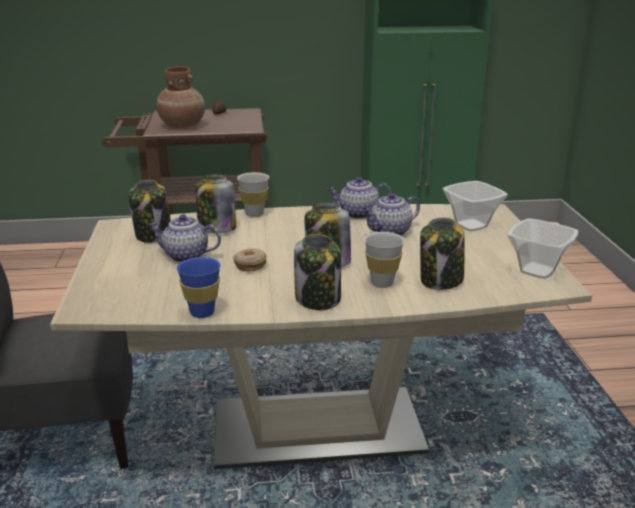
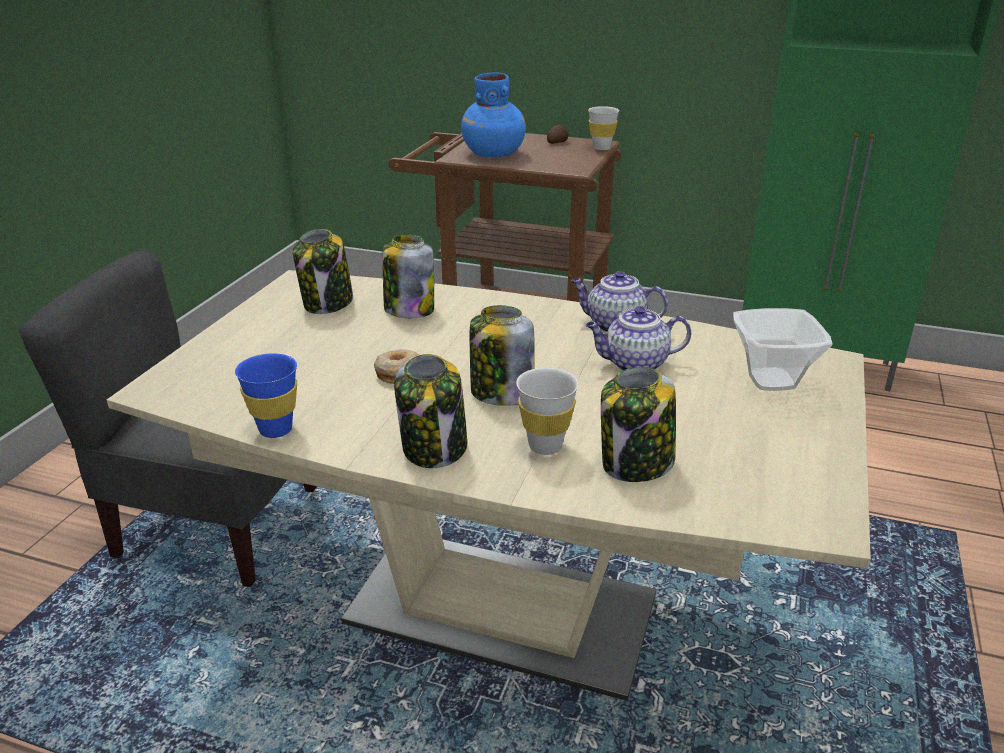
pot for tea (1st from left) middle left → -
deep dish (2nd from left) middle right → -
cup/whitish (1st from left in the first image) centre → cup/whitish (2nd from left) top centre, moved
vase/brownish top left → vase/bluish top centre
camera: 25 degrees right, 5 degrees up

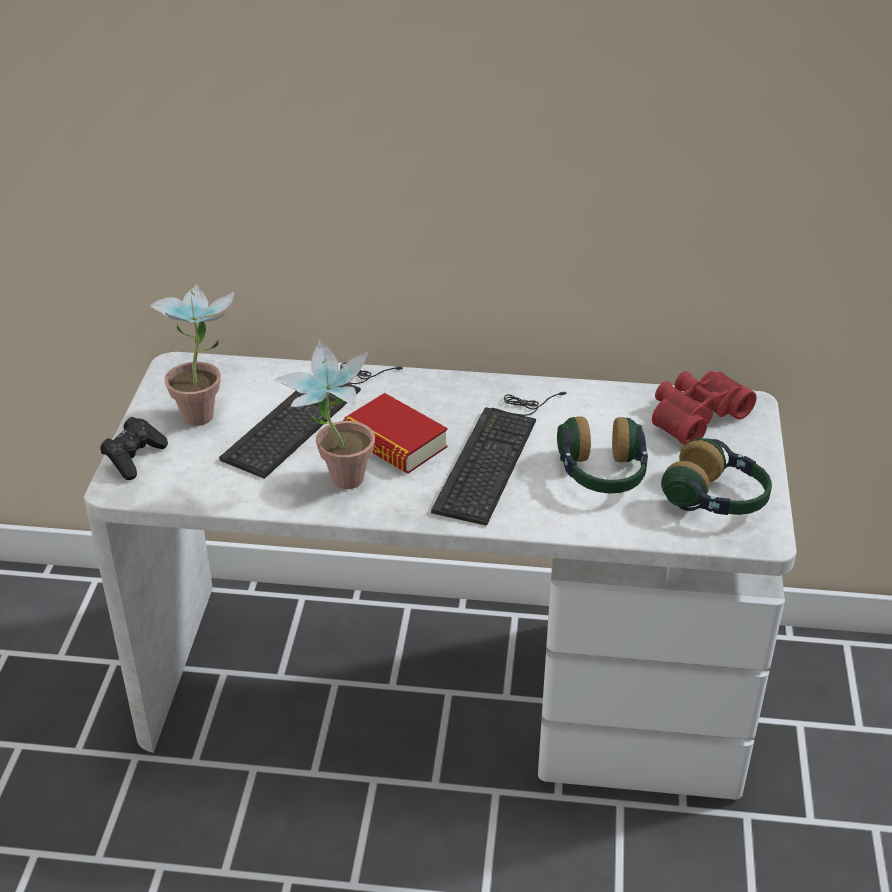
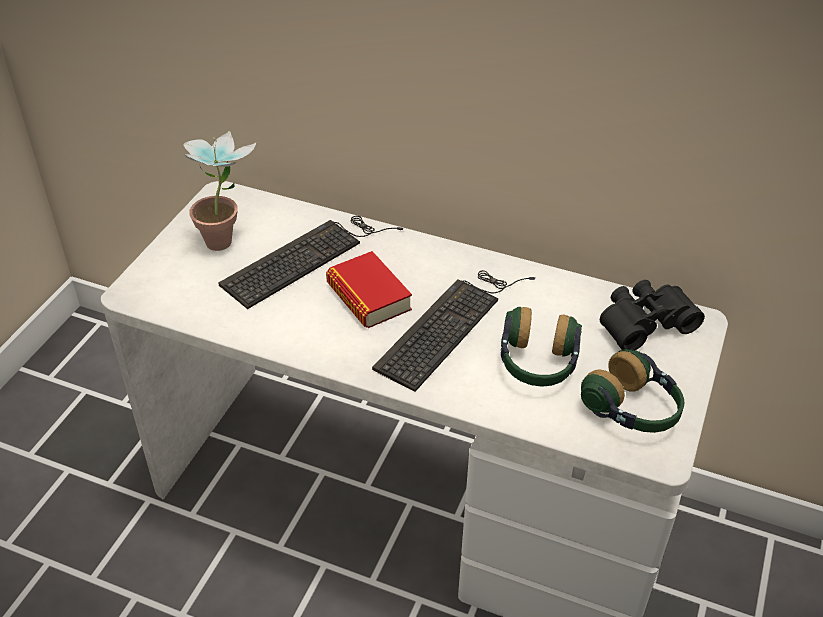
game controller/black middle left → -
plant in a pot (2nd from left) centre → -
field glasses/red middle right → field glasses/black middle right
camera: 15 degrees right, 5 degrees up

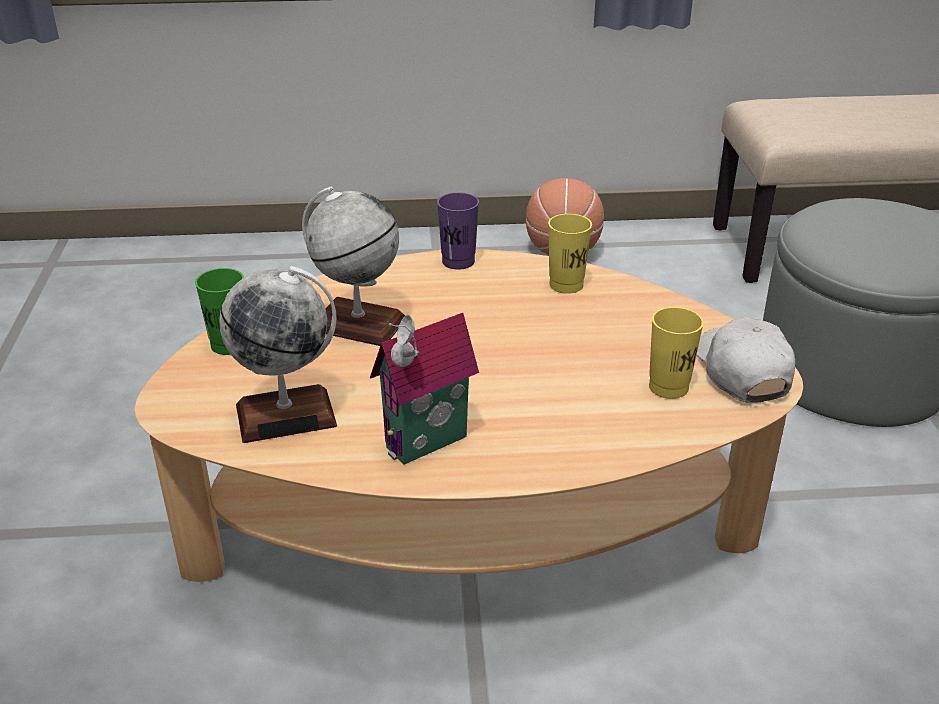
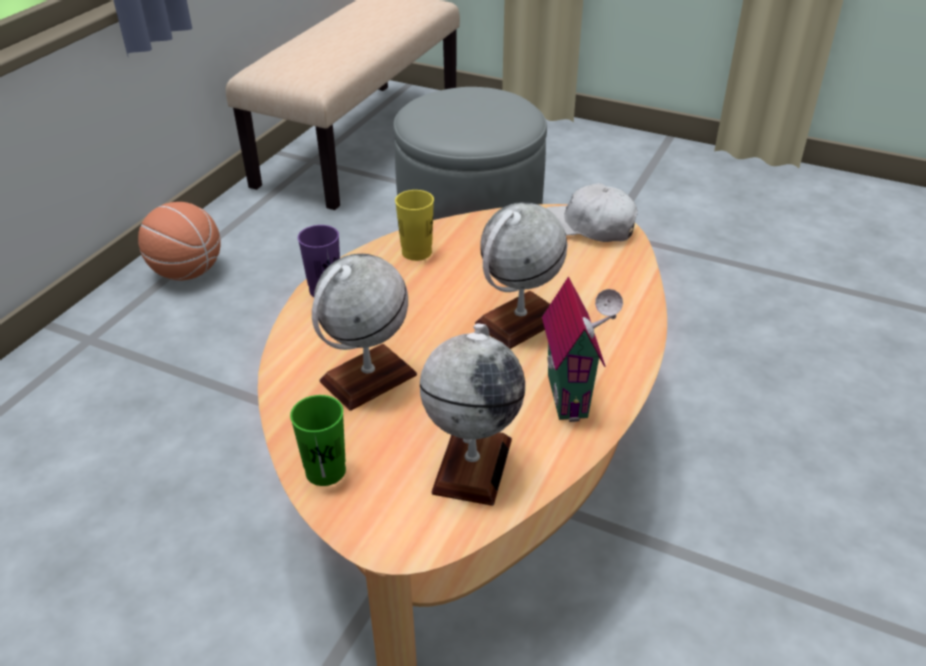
cup/yellow (2nd from left) middle right → -
- → globe (3rd from left) centre
camera: 60 degrees left, 5 degrees up

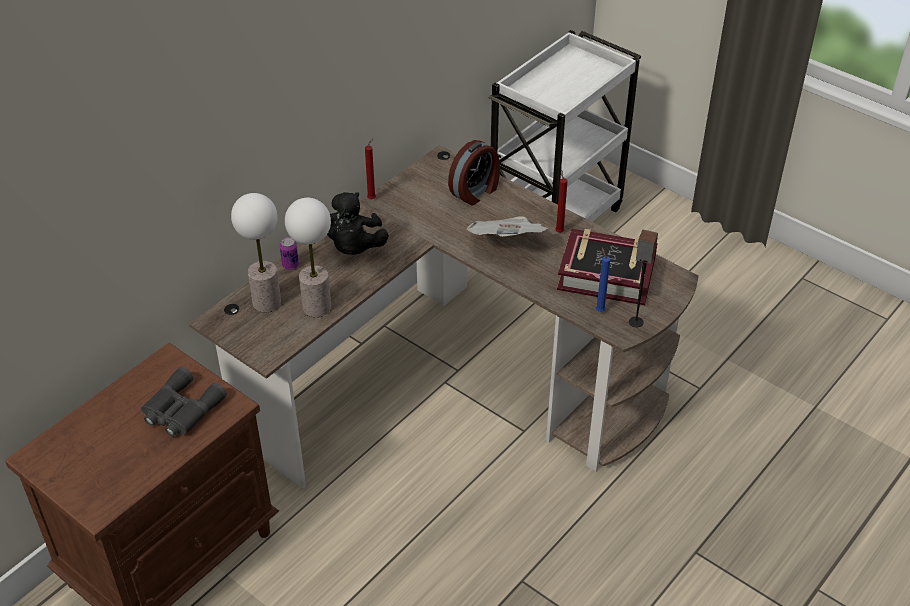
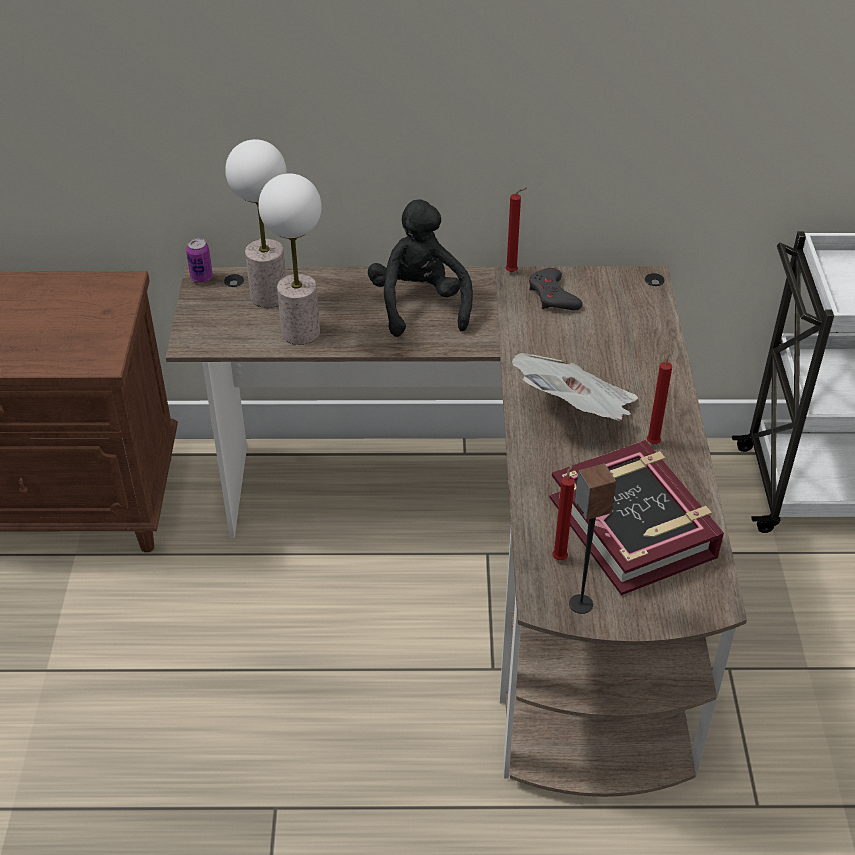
field glasses/grey middle left → -
alarm clock top centre → -
- → game controller/grey centre
sealed can middle left → sealed can top left, moved
candle/bluish centre → candle/red (2nd from left) centre
soft toy/black centre → soft toy/black top centre, 120 degrees clockwise
camera: 50 degrees right, 0 degrees up

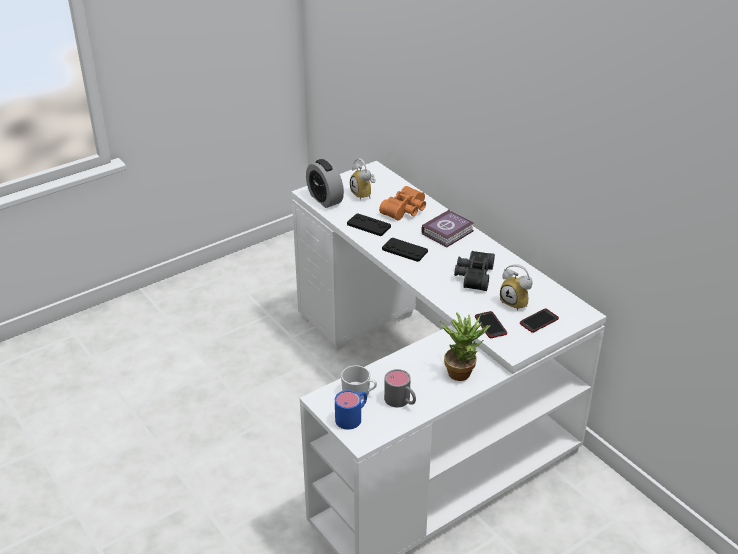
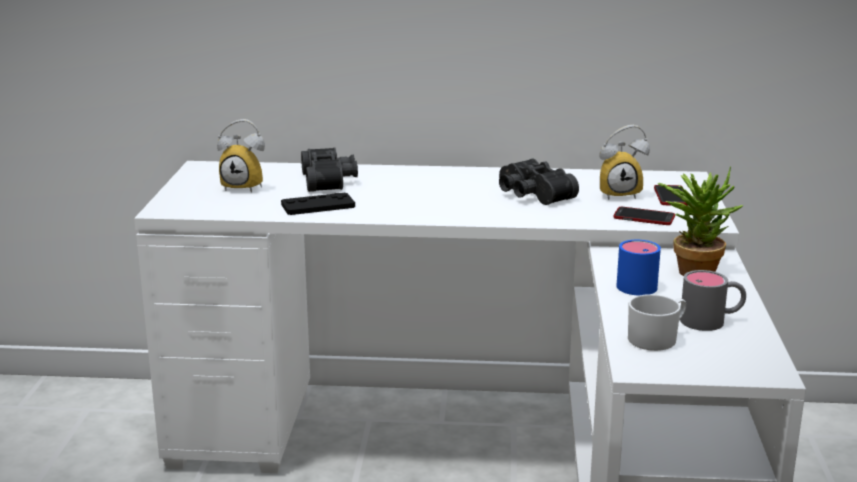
alarm clock (1st from left) top centre → -
game controller/black (2nd from left) centre → -
bound book centre → -
tea mug/bluish bottom centre → tea mug/bluish middle right, moved
field glasses/orangey centre → field glasses/black (1st from left) centre
camera: 50 degrees left, 15 degrees down

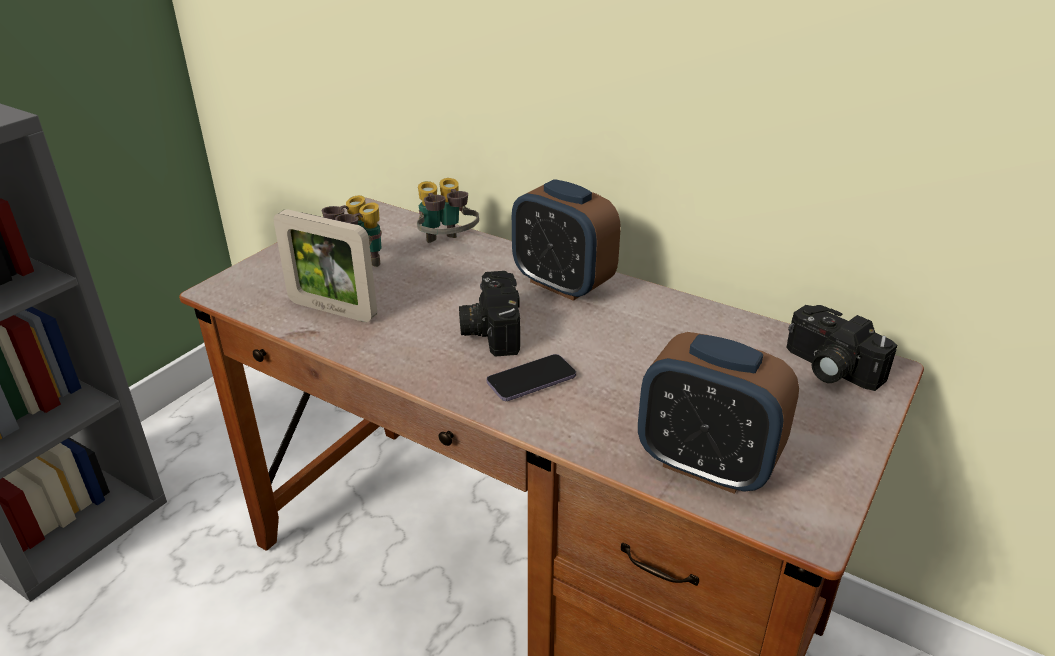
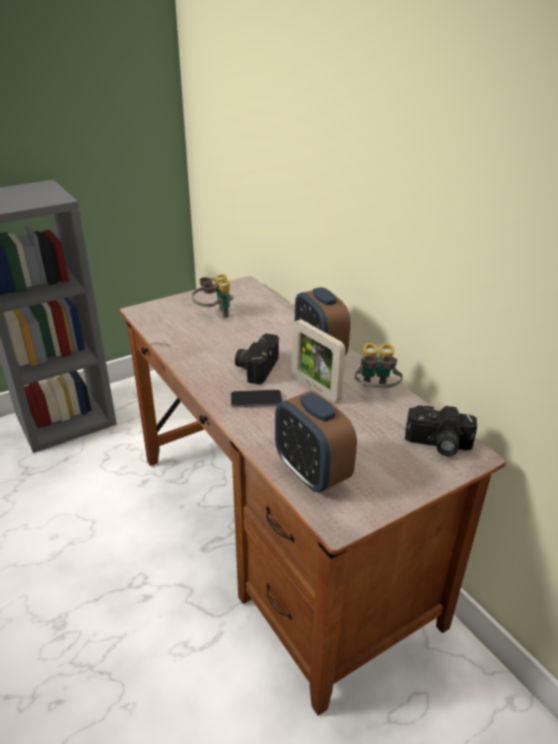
picture frame middle left → picture frame centre, moved
field glasses (2nd from left) top centre → field glasses (2nd from left) middle right, moved
photo camera (2nd from left) middle right, 60 degrees counterclockwise
camera: 25 degrees right, 0 degrees up

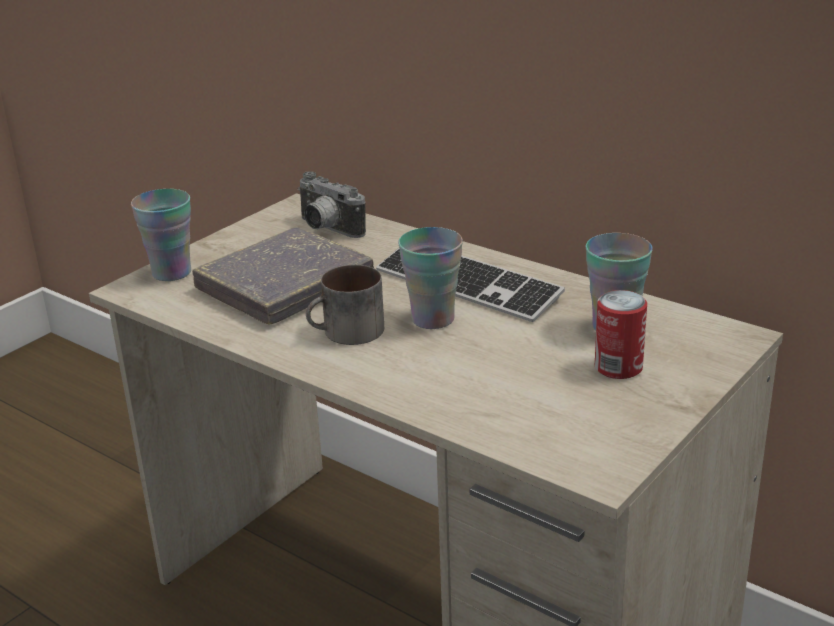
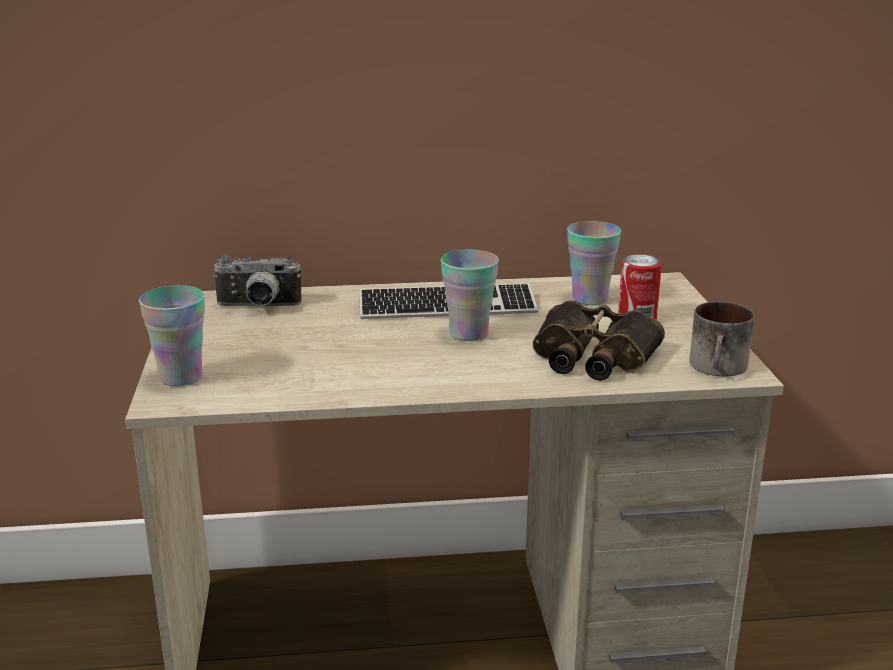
bound book/grey centre → -
- → field glasses middle right
tea mug centre → tea mug middle right, moved
camera: 45 degrees left, 5 degrees down

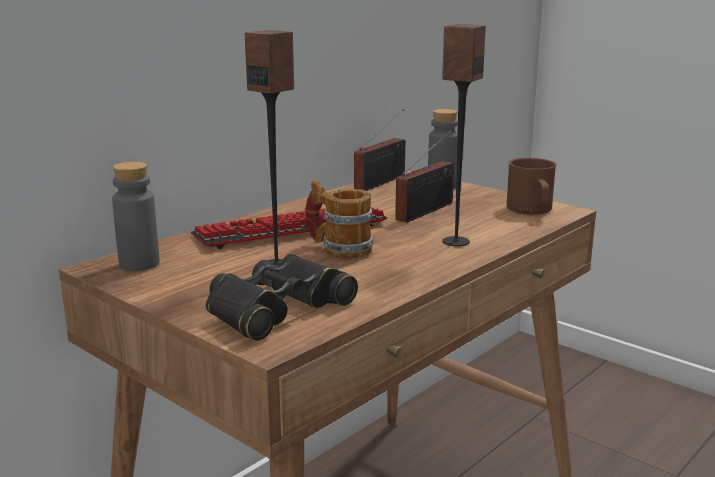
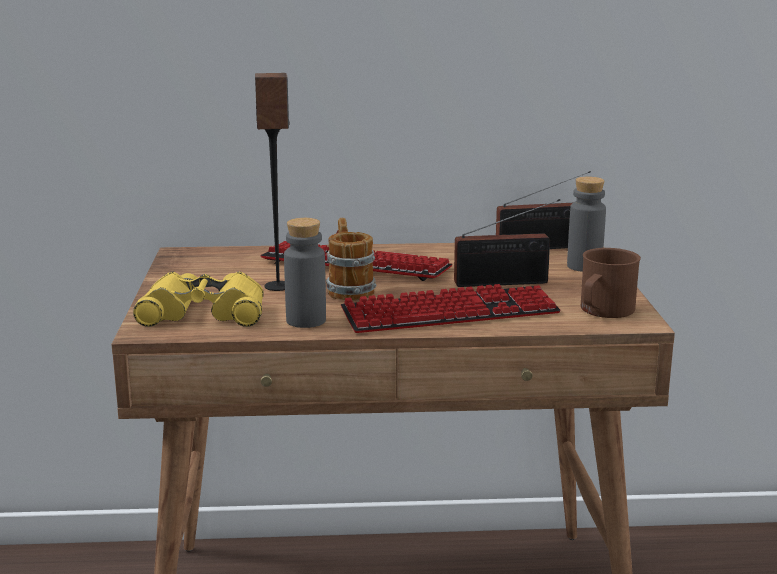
drink bottle/grey (1st from left) middle left → drink bottle/grey (1st from left) centre, moved
speaker (2nd from left) top centre → PC keyboard (2nd from left) centre
field glasses/black centre → field glasses/yellow middle left
camera: 45 degrees right, 0 degrees up

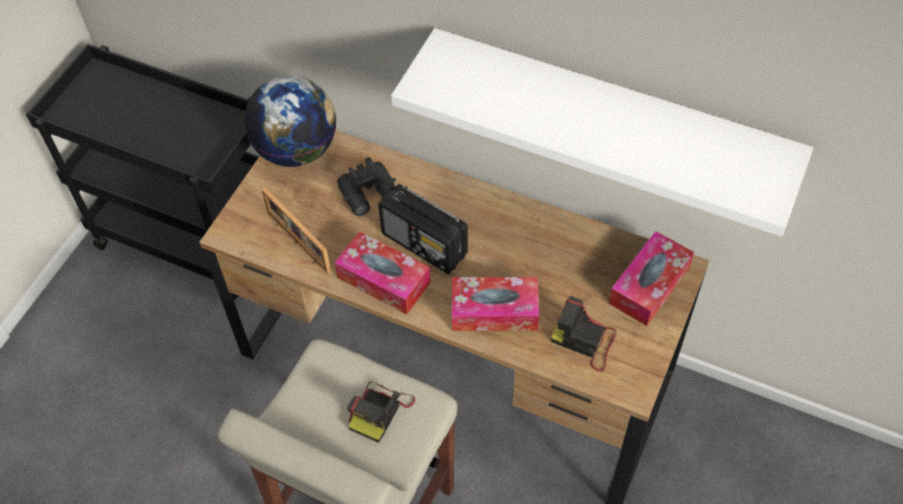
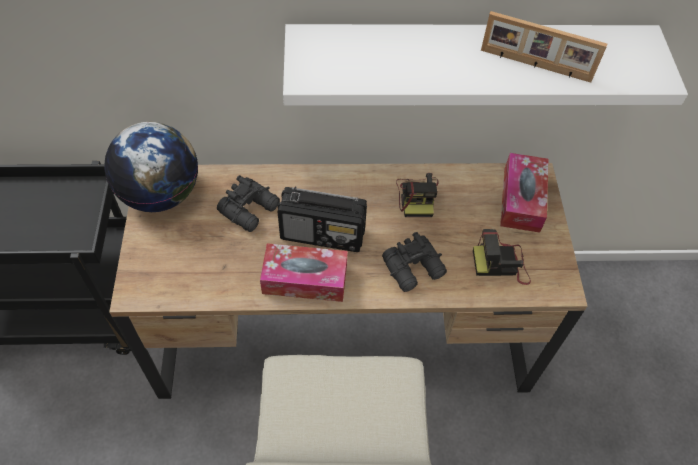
picture frame middle left → picture frame top right, moved
photo camera (1st from left) bottom centre → photo camera (1st from left) centre, moved
box of tissues (2nd from left) centre → field glasses/black (2nd from left) centre
camera: 30 degrees left, 0 degrees up

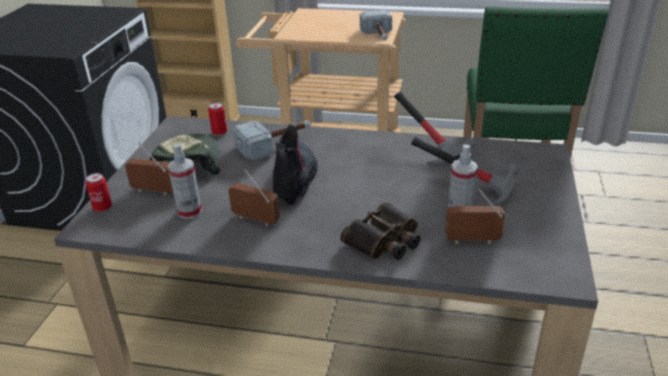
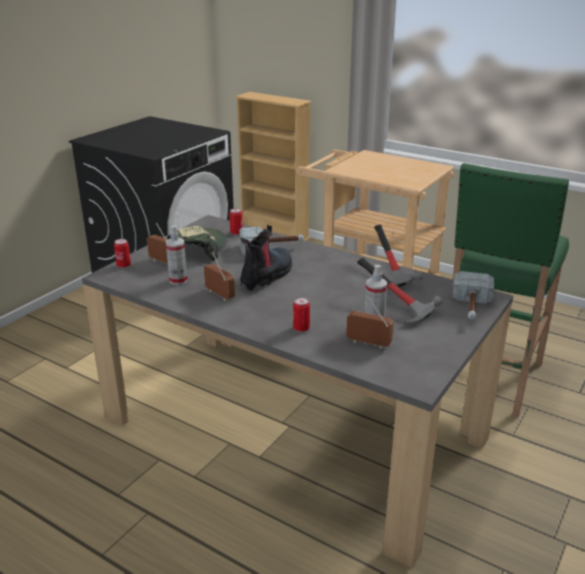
tool hammer (2nd from left in the first image) top centre → tool hammer (4th from left) middle right, moved
field glasses centre → sealed can (3rd from left) centre
camera: 20 degrees right, 5 degrees down

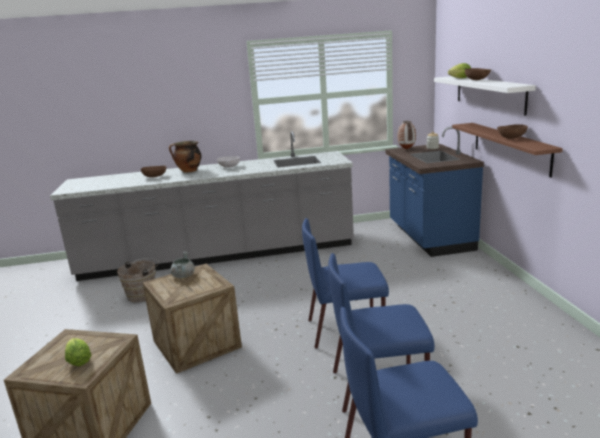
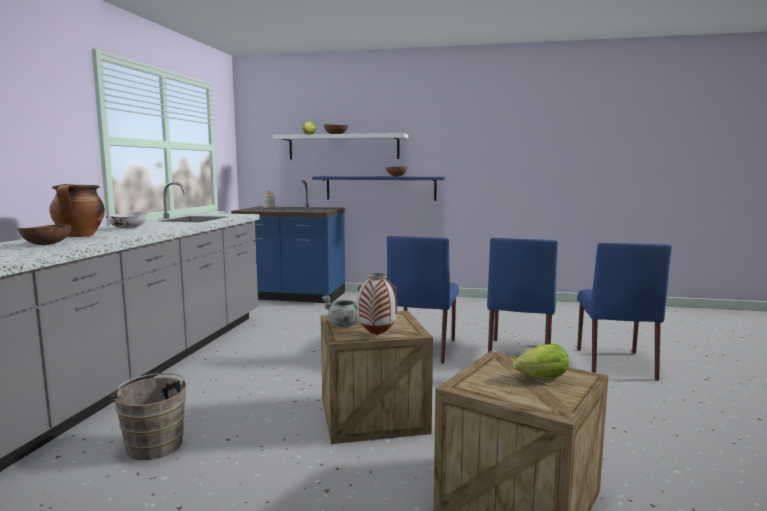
vase top right → vase centre, moved
shelf/brownish middle right → shelf/bluish centre
camera: 70 degrees left, 10 degrees down

